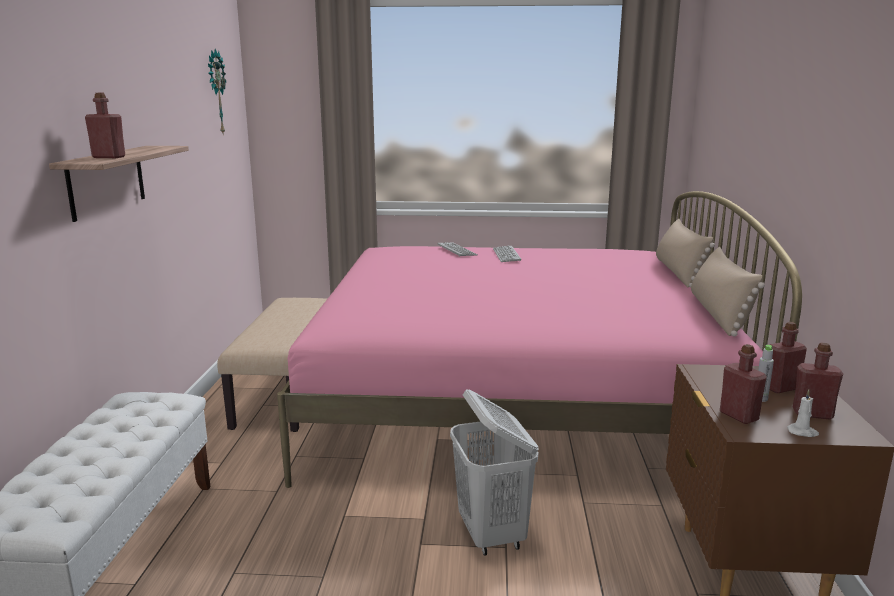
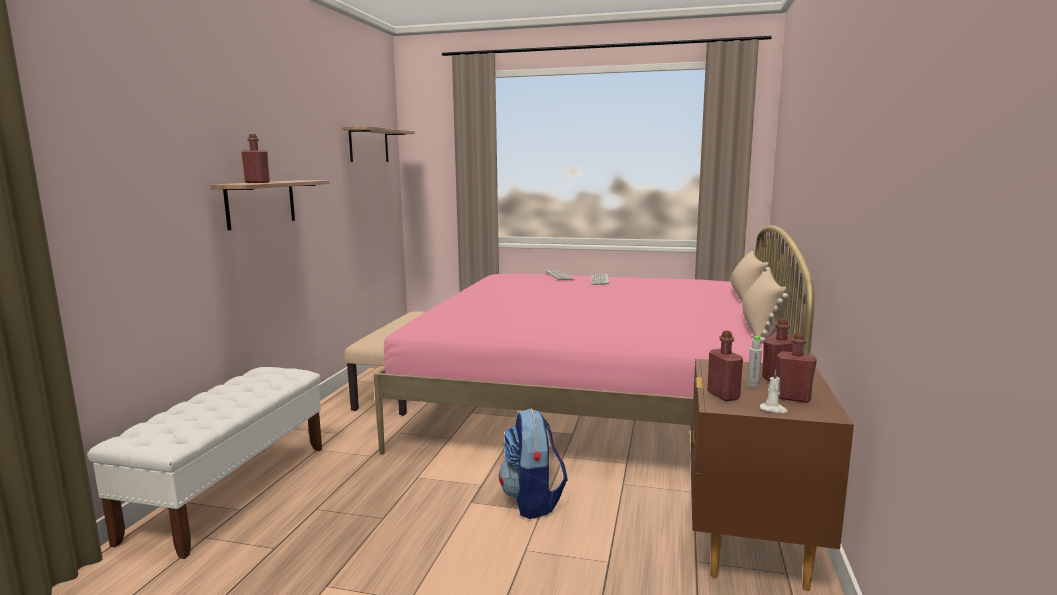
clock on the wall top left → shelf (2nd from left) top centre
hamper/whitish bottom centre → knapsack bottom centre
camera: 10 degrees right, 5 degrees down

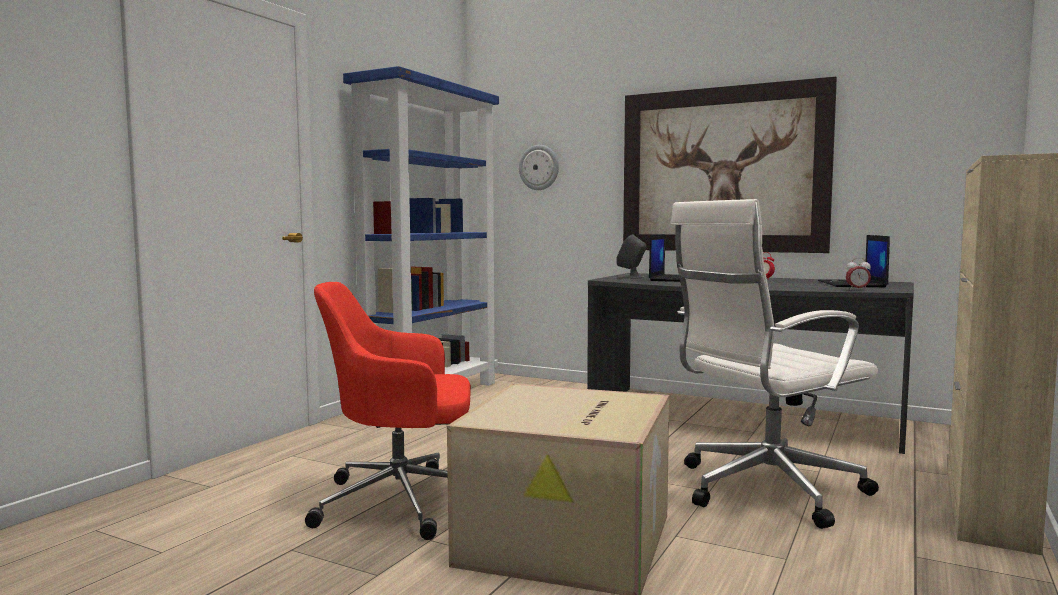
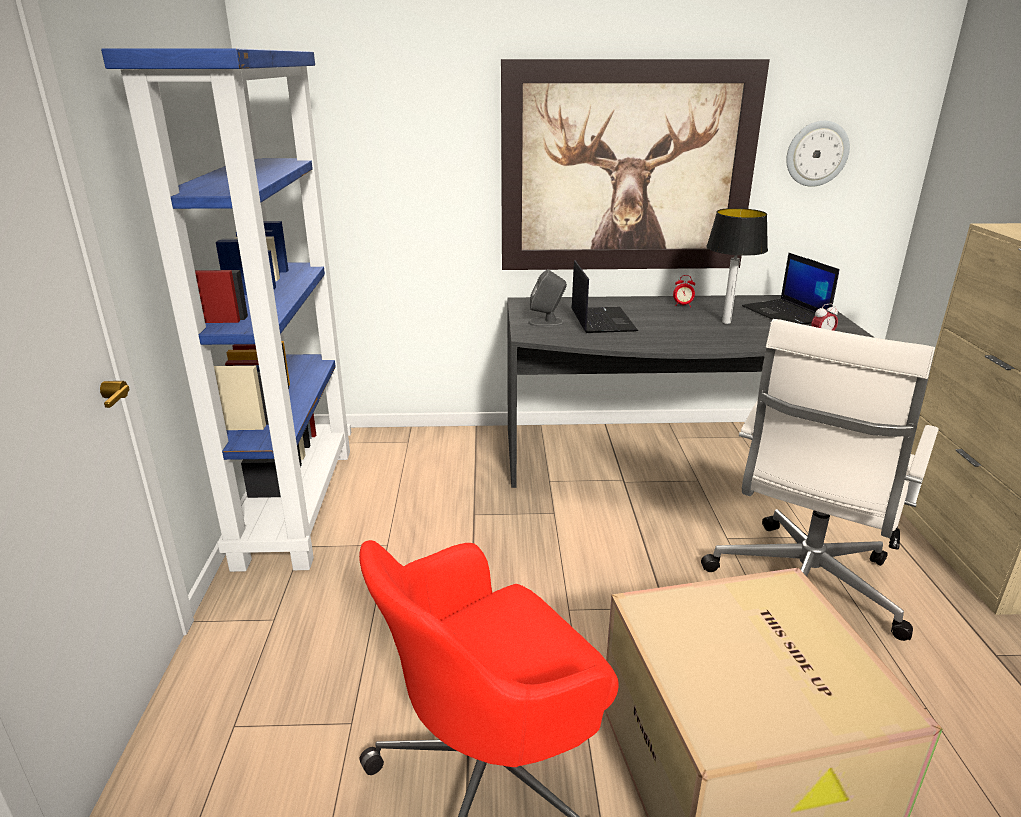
- → tabletop lamp top right
clock on the wall top centre → clock on the wall top right, moved
camera: 30 degrees left, 20 degrees up

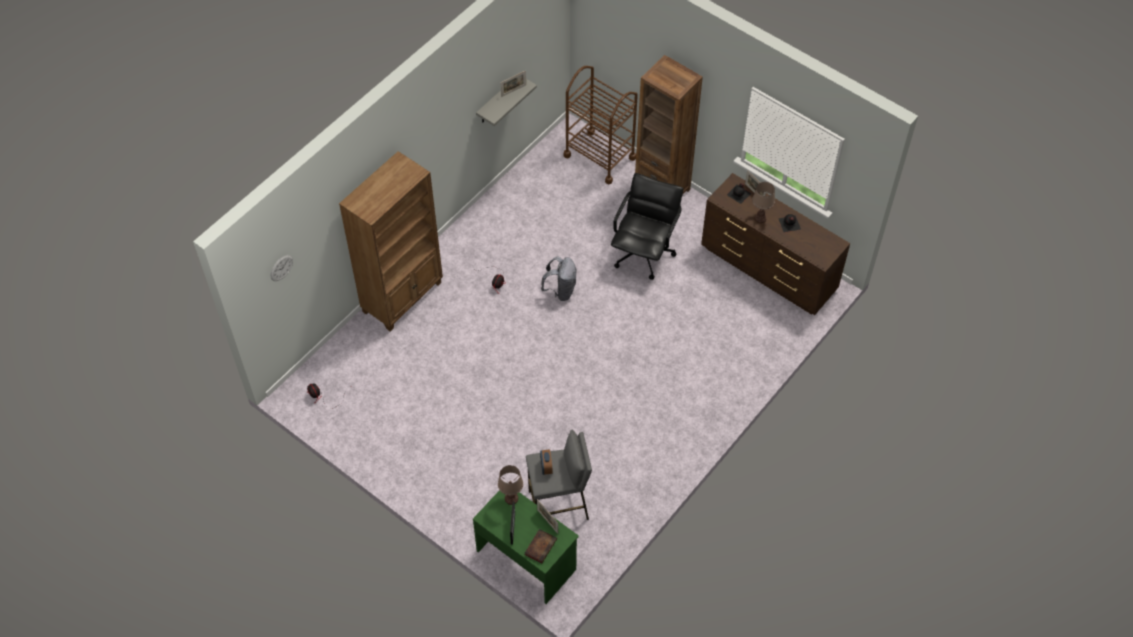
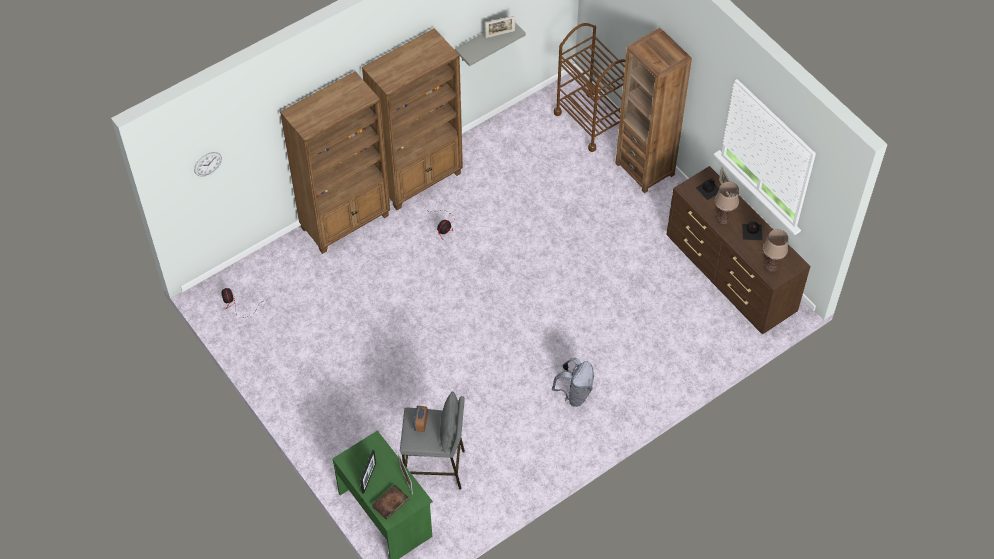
desk chair/black centre → -
- → bookshelf/brownish (2nd from left) top centre
tabletop lamp/brownish (1st from left in the first image) bottom centre → tabletop lamp/brownish (2nd from left) middle right, moved
knapsack/grey centre → knapsack/grey bottom centre, moved
camera: 15 degrees right, 0 degrees up

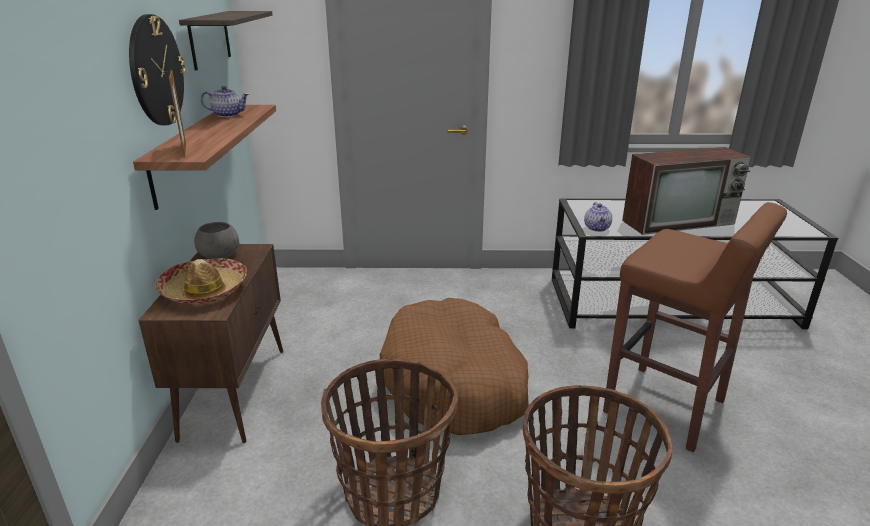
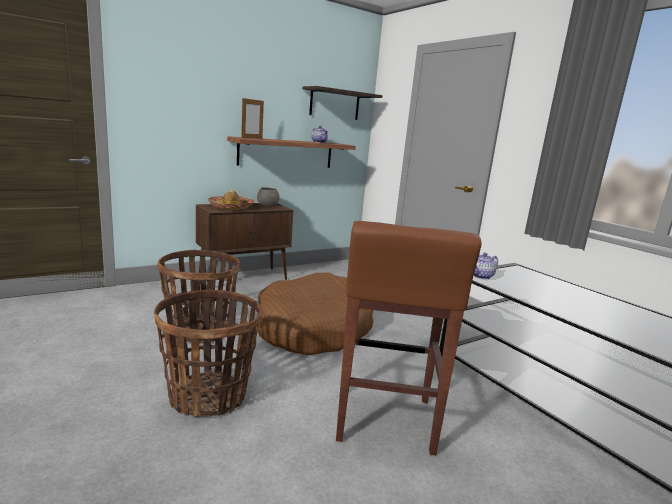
clock on the wall top left → -
television middle right → -
camera: 55 degrees right, 10 degrees down

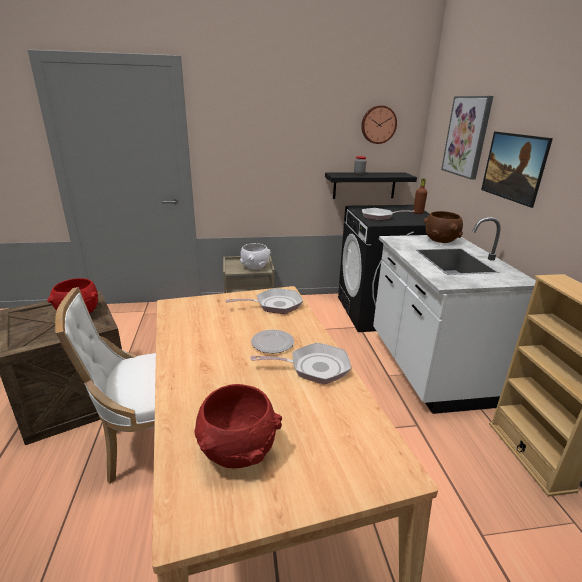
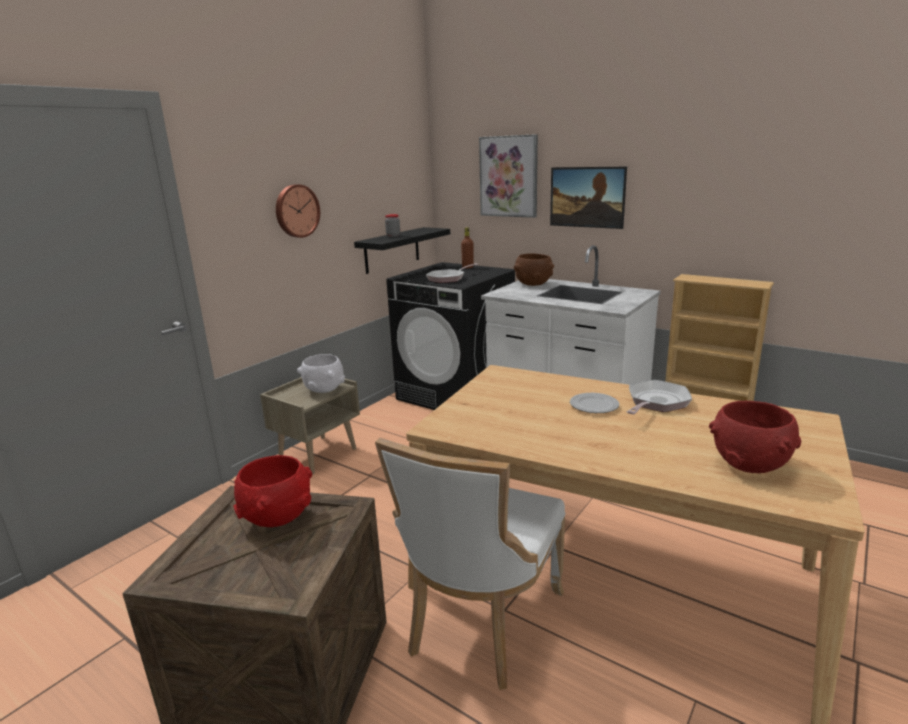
skillet (1st from left) centre → -
clock on the wall top centre → clock on the wall top left, moved
camera: 45 degrees left, 5 degrees down

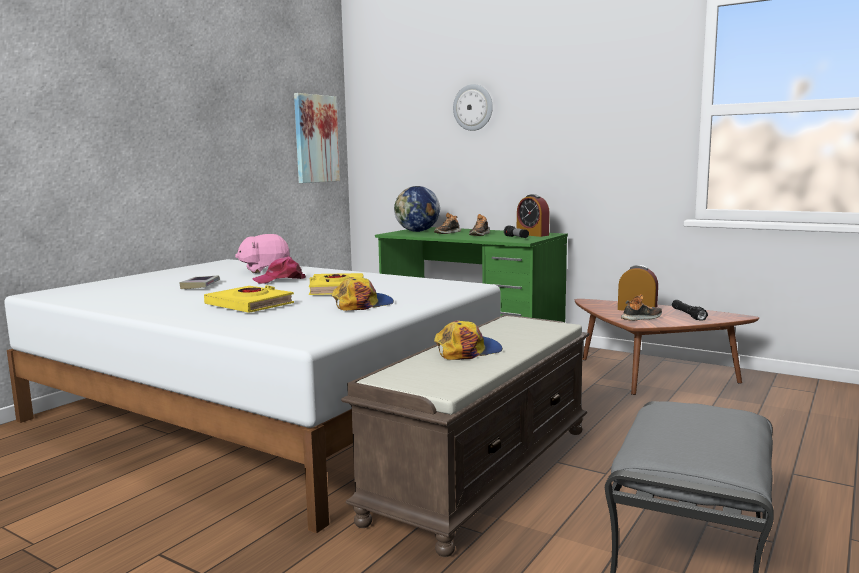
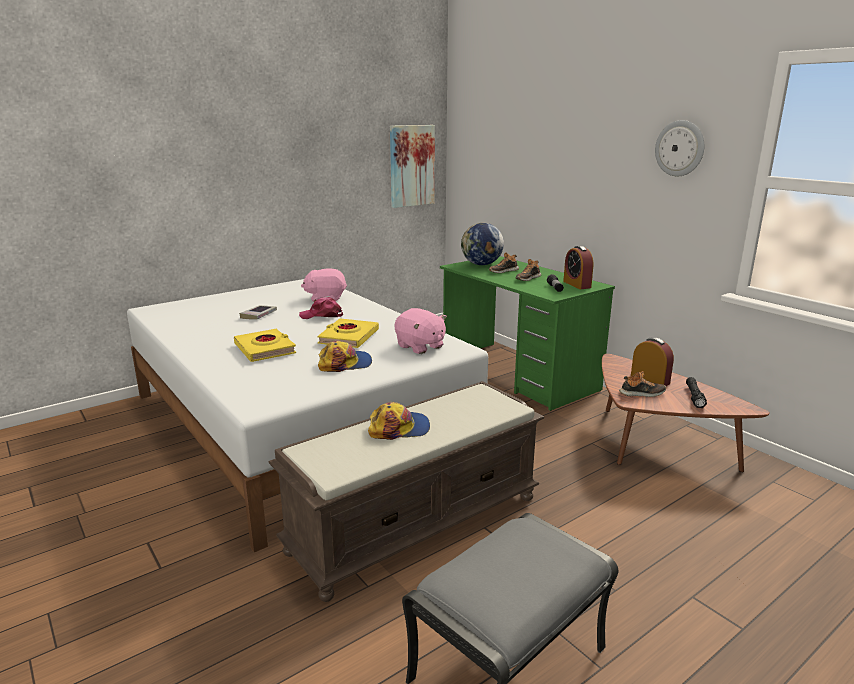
- → soft toy/pink-coloured (2nd from left) centre
clock on the wall top centre → clock on the wall top right, moved
camera: 20 degrees right, 10 degrees up

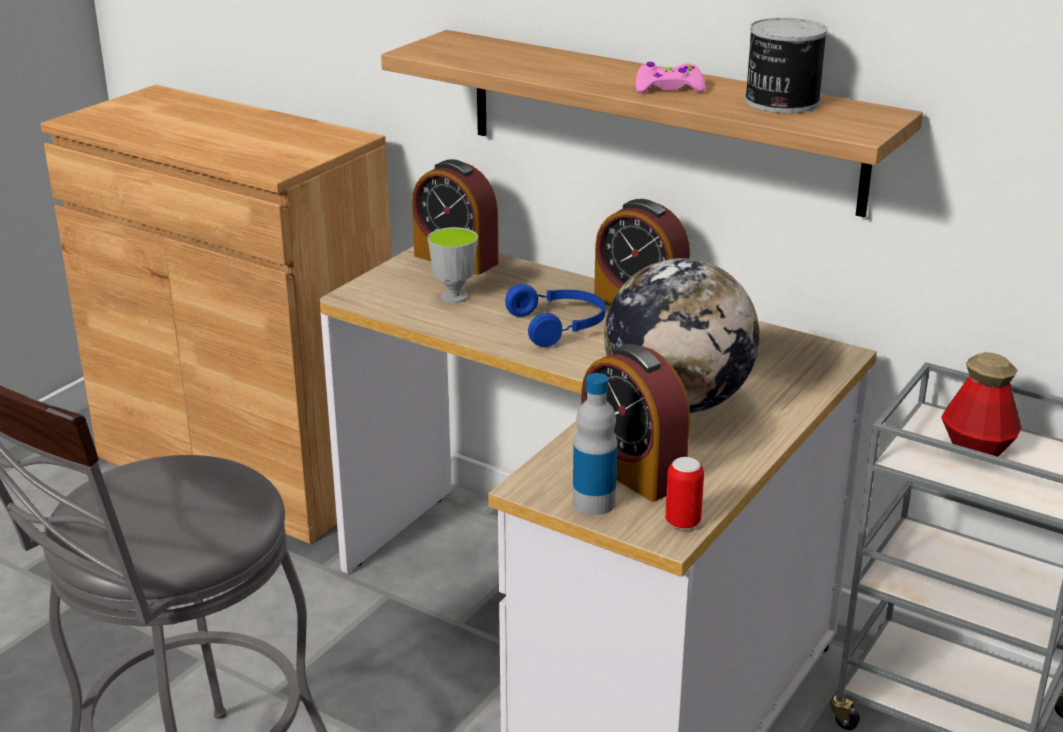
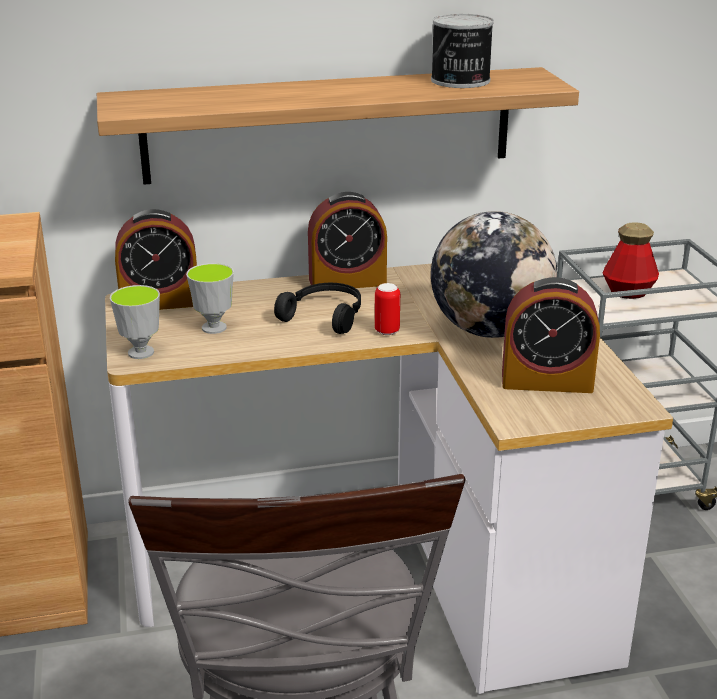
drink bottle (1st from left) centre → -
game controller/pink-coloured top centre → -
- → cup (1st from left) middle left
sealed can (1st from left) bottom centre → sealed can (1st from left) centre, moved
headphones/bluish centre → headphones/black centre
camera: 45 degrees left, 0 degrees up

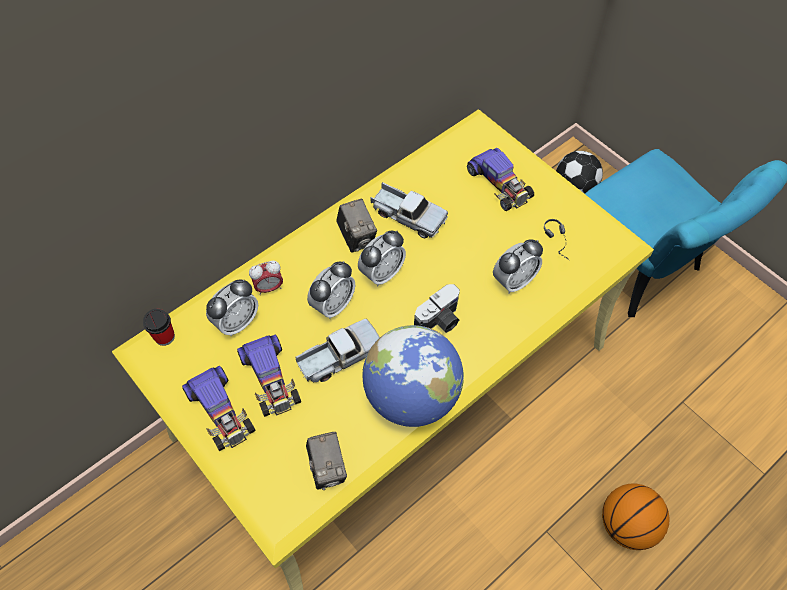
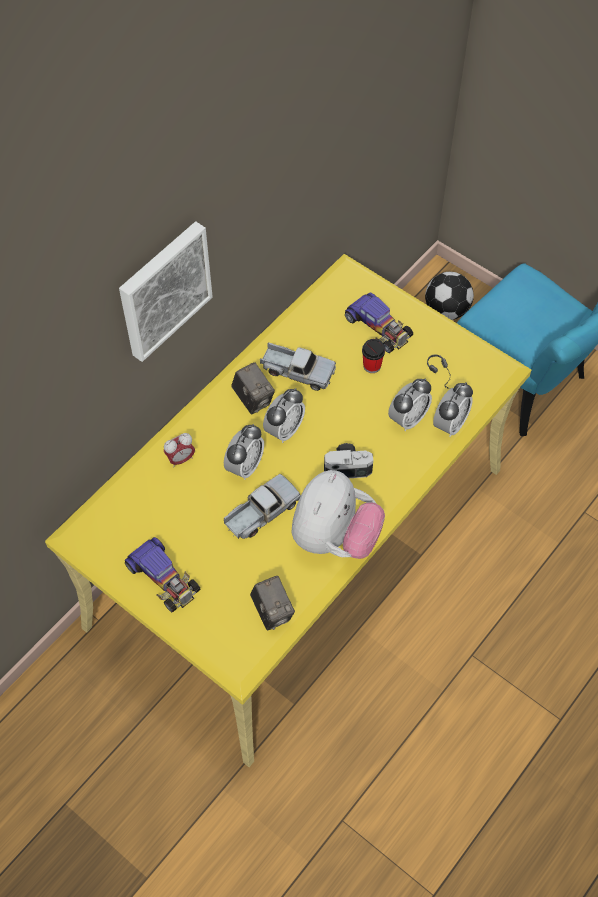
miniature car (2nd from left) centre → -
ball for basketball bottom right → -
- → wall art top left
cup middle left → cup centre, moved
alarm clock (1st from left in the first image) middle left → alarm clock (5th from left) middle right, moved
globe centre → soft toy centre
photo camera (3rd from left) centre, 135 degrees counterclockwise
camera: 10 degrees left, 0 degrees up

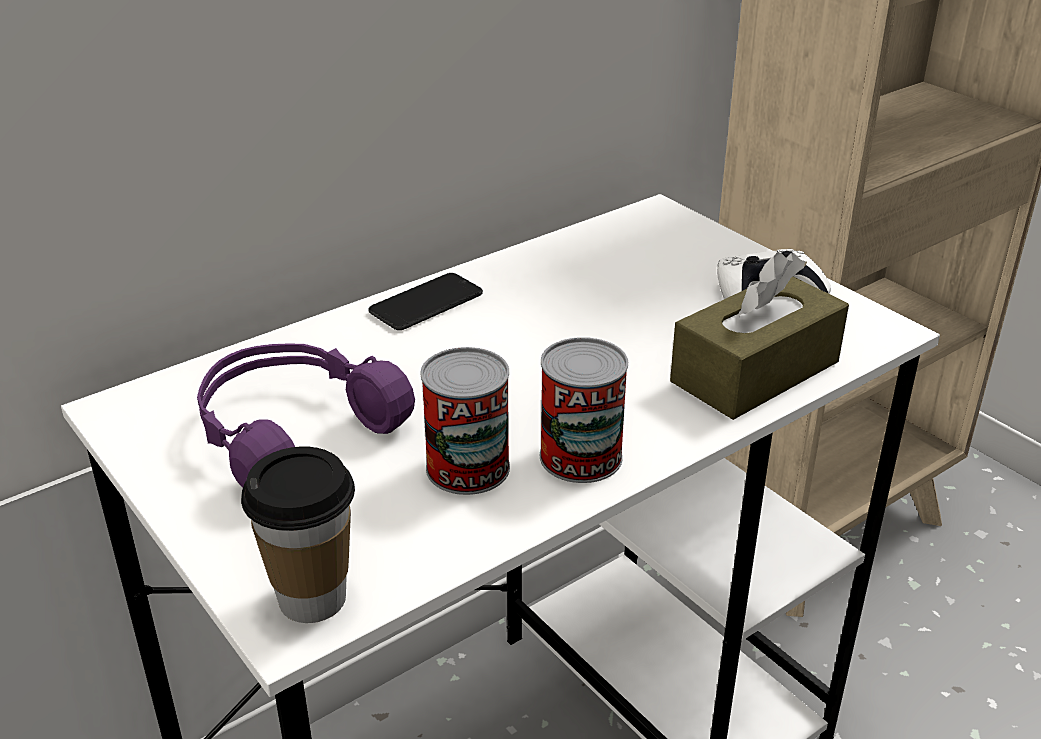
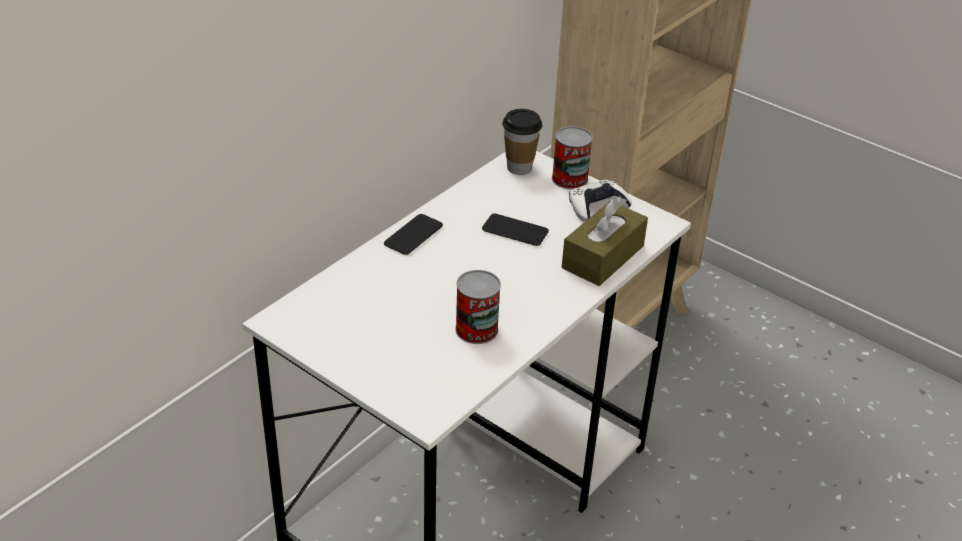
headphones/purple-coloured middle left → -
- → telephone (2nd from left) centre
cup bottom left → cup top centre, moved
sealed can (2nd from left) centre → sealed can (2nd from left) top centre, moved
camera: 15 degrees left, 5 degrees up

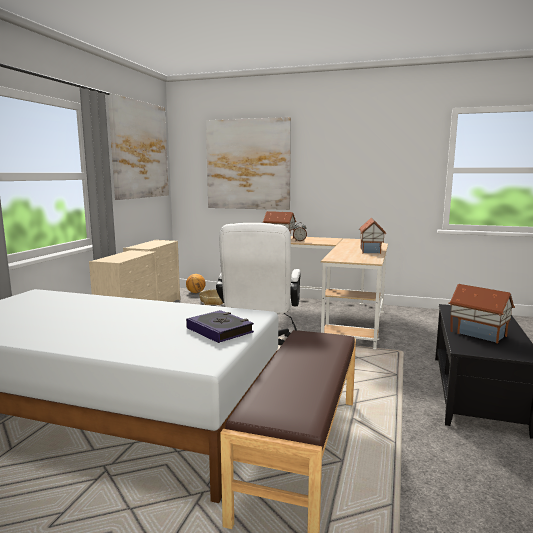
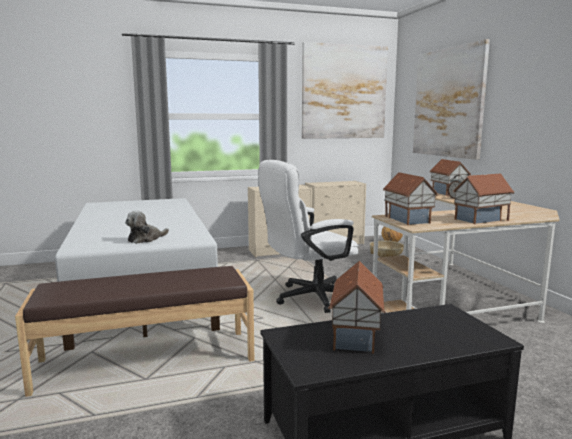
- → model house (2nd from left) middle right
bound book centre → soft toy middle left
camera: 55 degrees right, 0 degrees up

